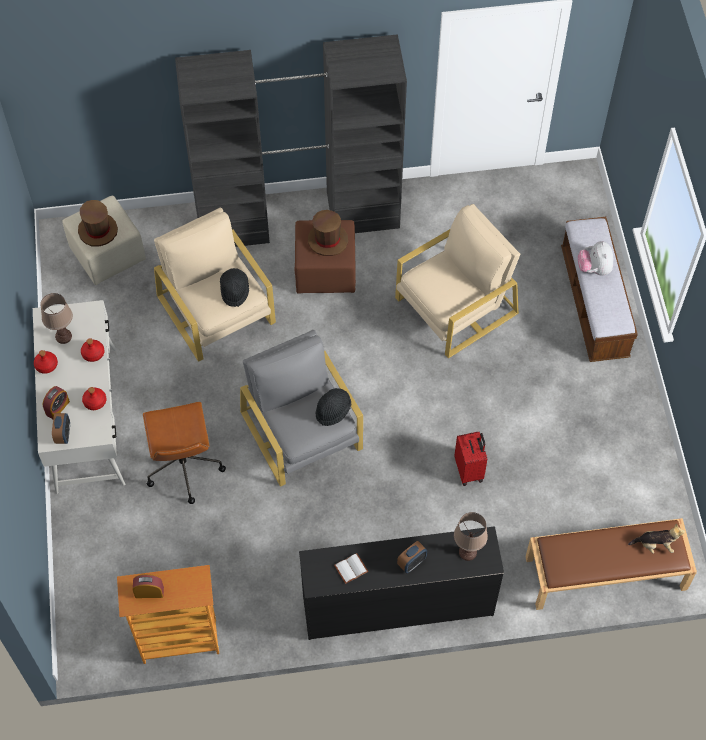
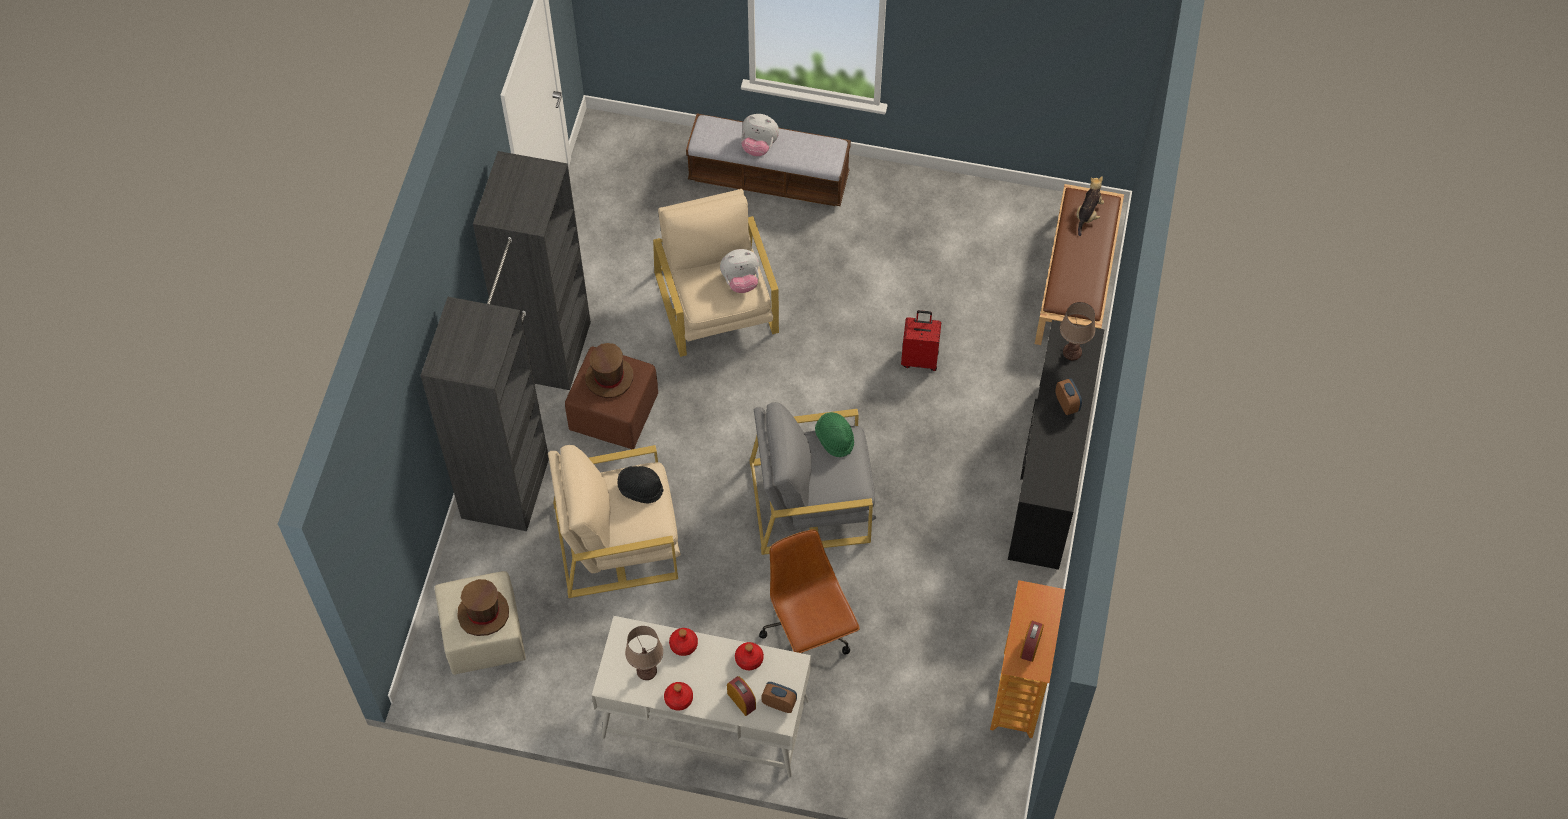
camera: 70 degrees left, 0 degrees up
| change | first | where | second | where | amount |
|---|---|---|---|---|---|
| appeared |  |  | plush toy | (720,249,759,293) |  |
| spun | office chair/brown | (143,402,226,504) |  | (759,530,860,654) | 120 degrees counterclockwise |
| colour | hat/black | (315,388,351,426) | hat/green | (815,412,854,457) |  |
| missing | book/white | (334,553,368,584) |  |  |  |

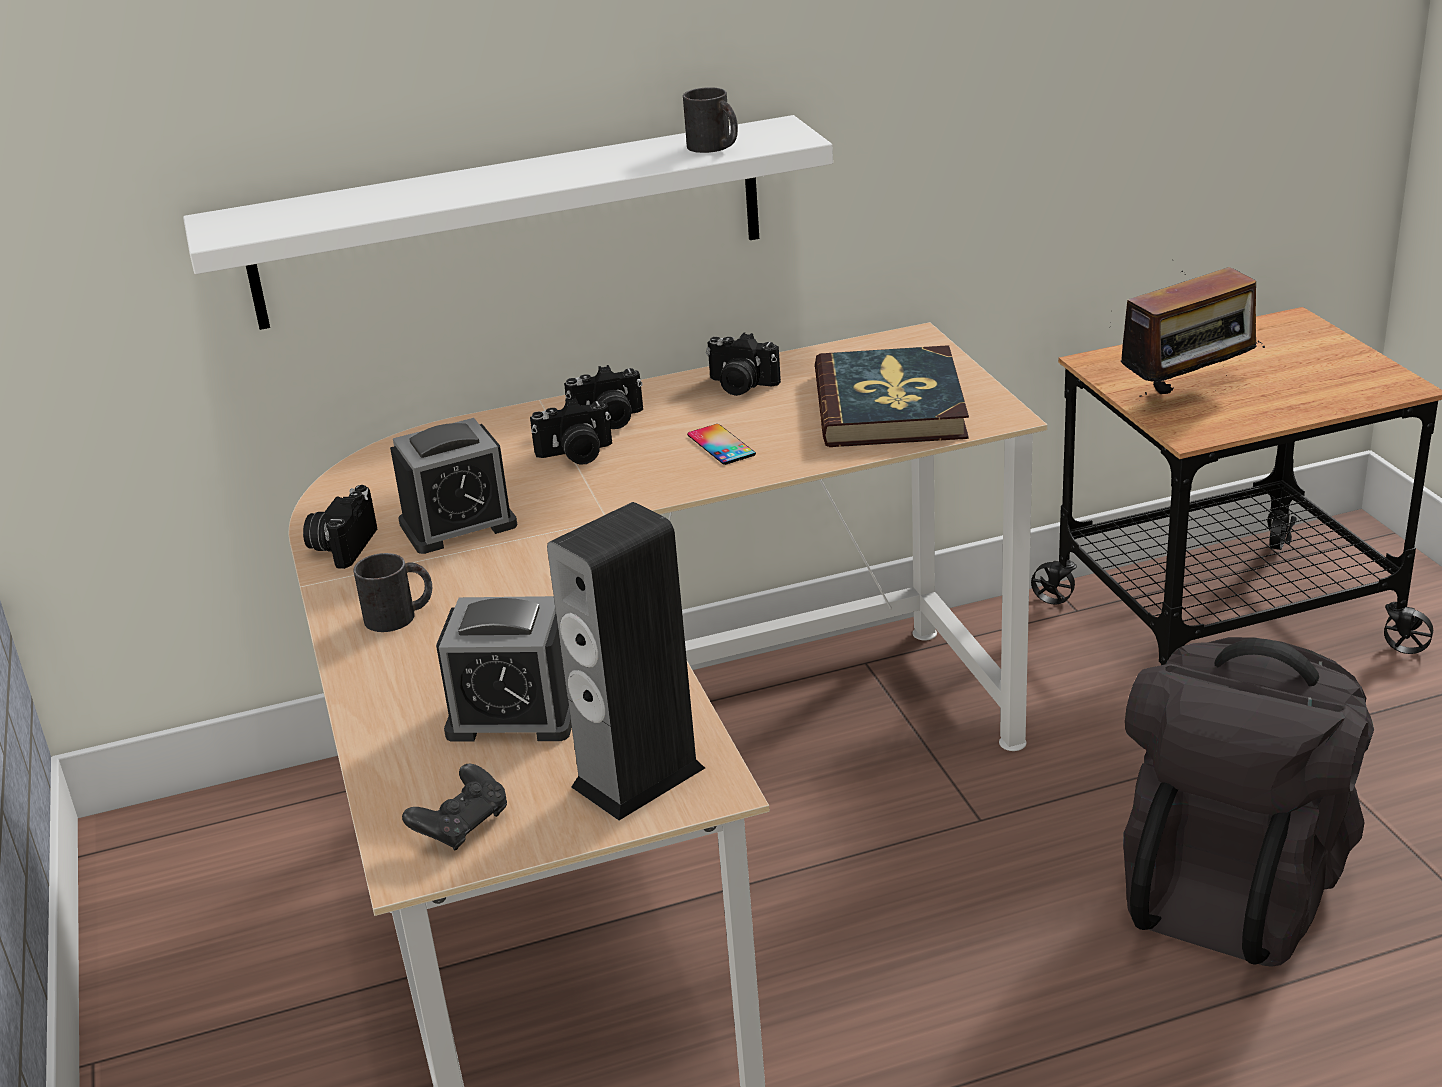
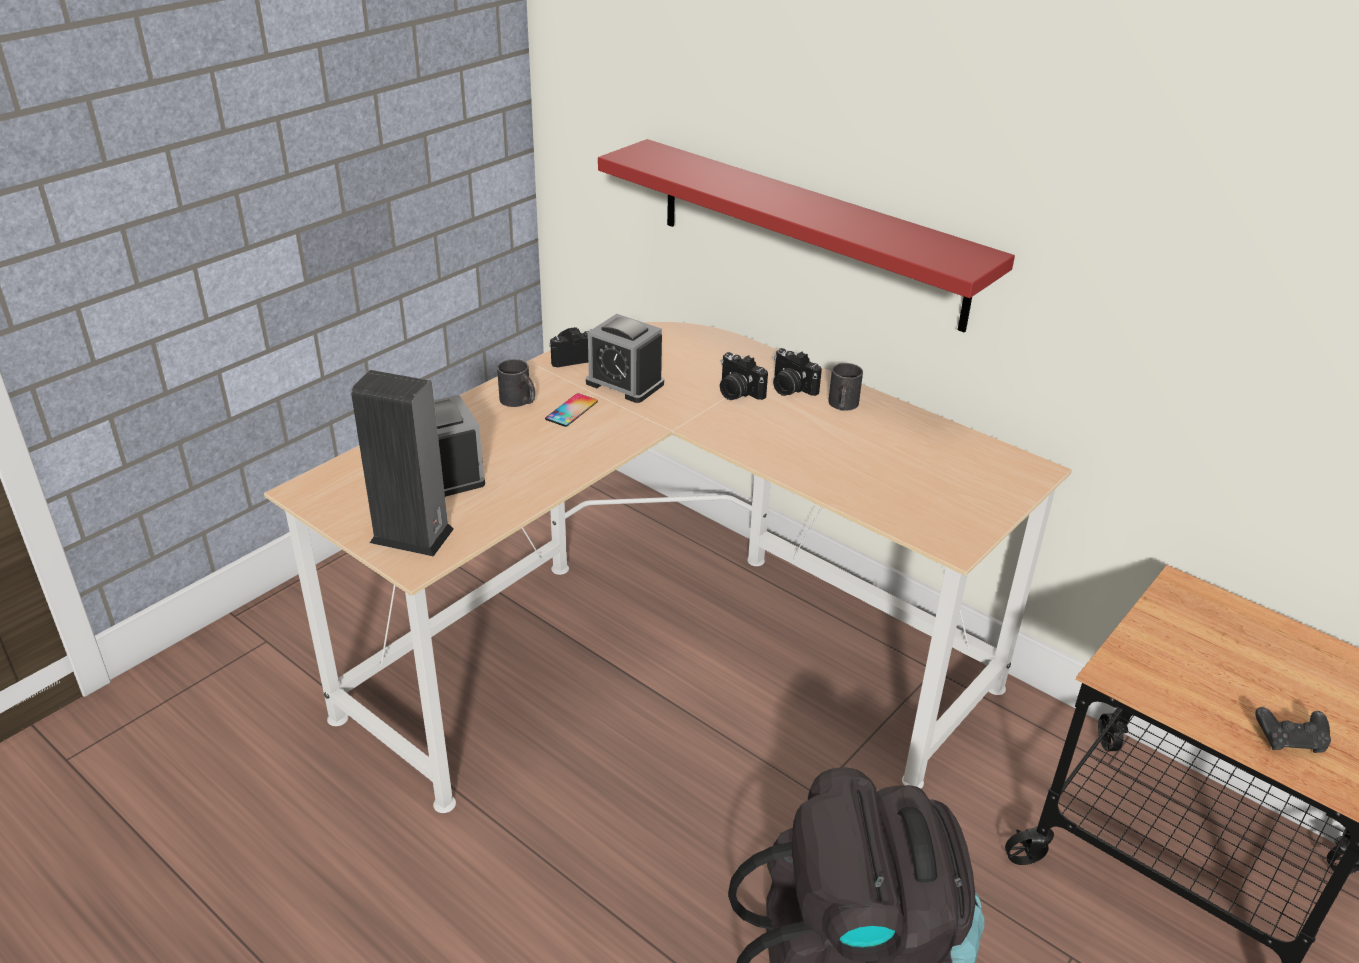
camera: 55 degrees right, 5 degrees up
| change | first | where | second | where | amount |
|---|---|---|---|---|---|
| relocated | phone | (687,424,756,465) |  | (545,393,598,427) |  |
| colour | shelf/white | (183,115,833,330) | shelf/red | (598,139,1015,333) |  |
| relocated | mug/black | (683,87,738,153) |  | (828,363,863,411) |  |
| relocated | game controller/black | (402,764,507,850) |  | (1255,707,1331,753) |  |
| missing | photo camera | (706,333,781,396) |  |  |  |
| missing | book | (815,345,969,447) |  |  |  |
| missing | radio | (1111,267,1265,397) |  |  |  |

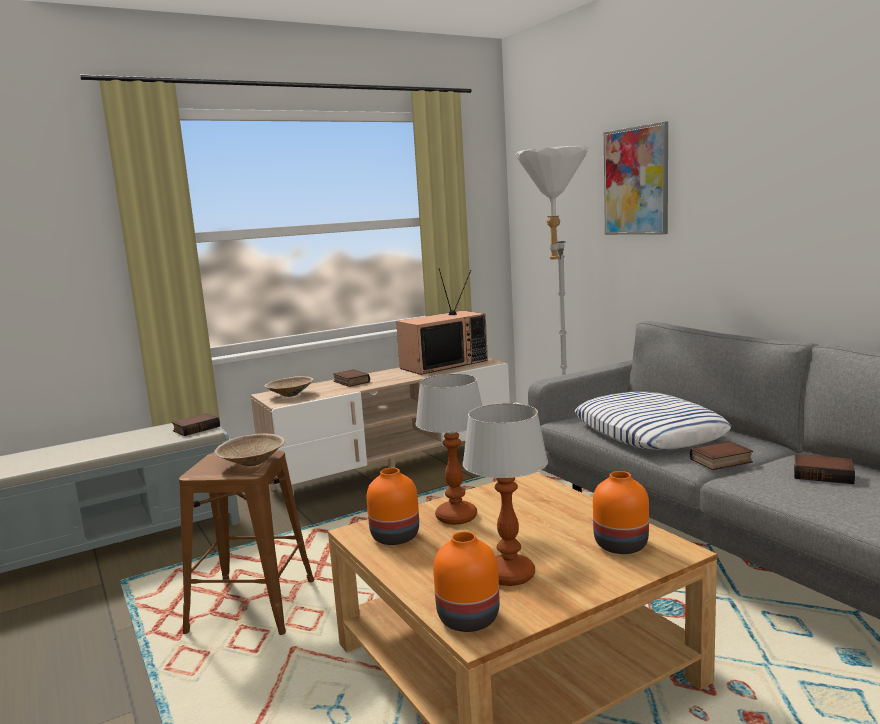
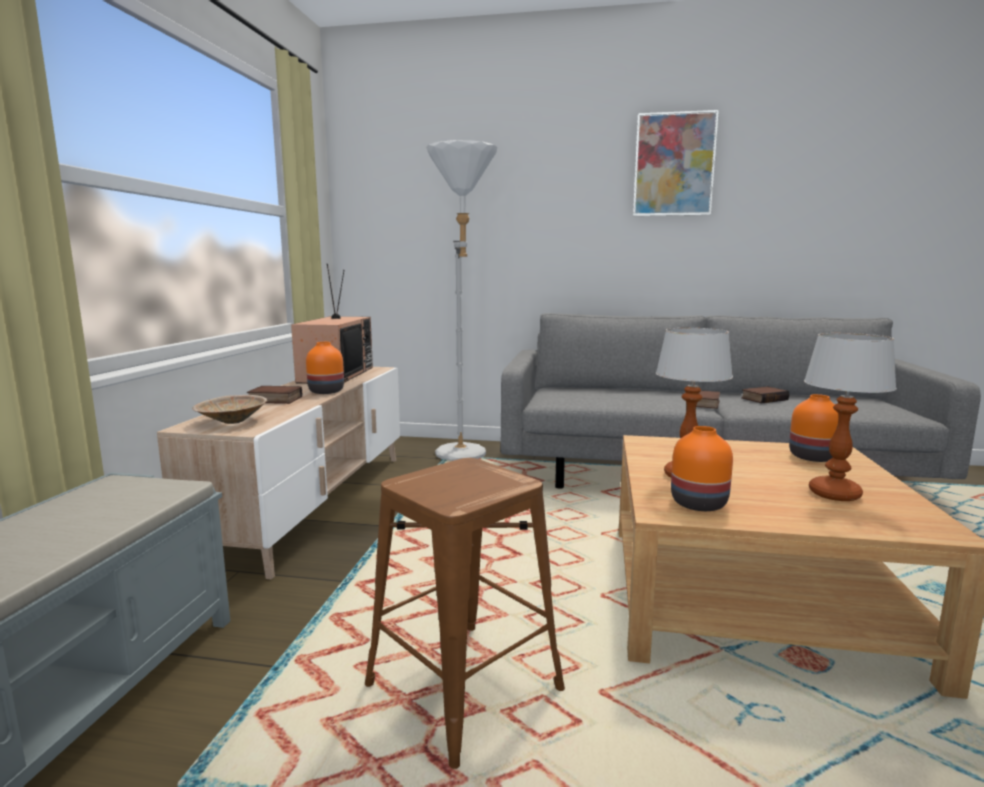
camera: 50 degrees left, 0 degrees up
| change | first | where | second | where | amount |
|---|---|---|---|---|---|
| relocated | vase/orange | (433,531,499,632) |  | (306,342,344,394) |  |
| relocated | picture | (604,121,668,235) |  | (633,110,719,216) |  |
| missing | book | (172,413,220,436) |  |  |  |
| missing | bowl/beige | (214,433,285,466) |  |  |  |
| missing | pillow | (575,392,731,450) |  |  |  |

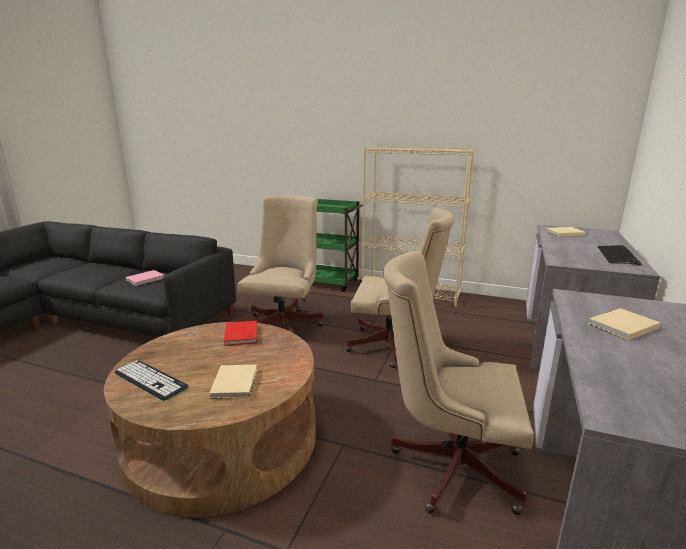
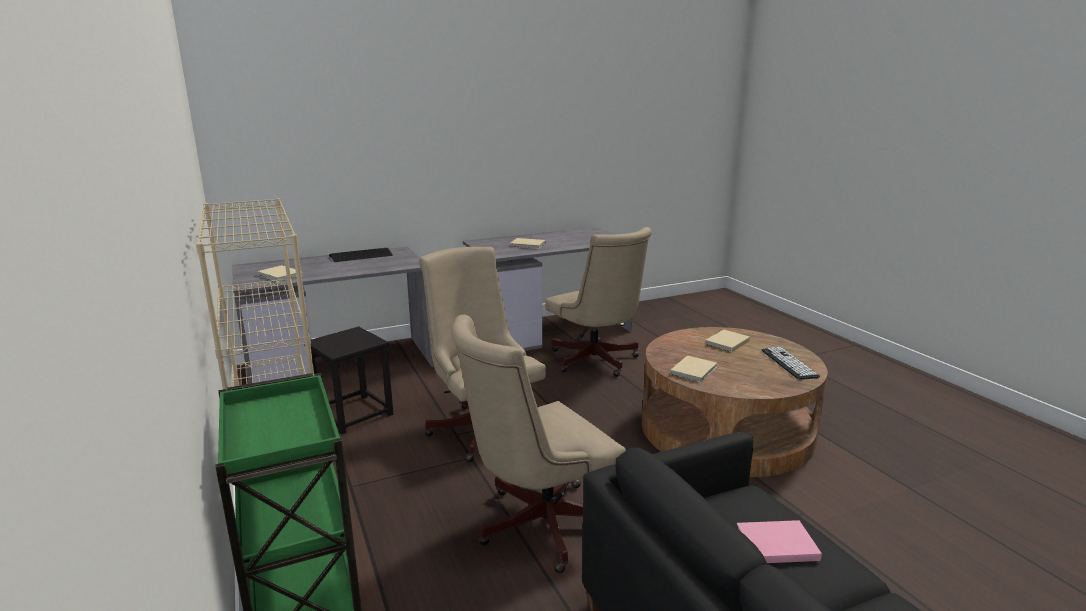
camera: 135 degrees left, 0 degrees up
| change | first | where | second | where | amount |
|---|---|---|---|---|---|
| appeared |  |  | stool/black | (304,327,393,435) |  |
| colour | book/red | (224,321,257,346) | book/beige | (670,355,717,383) |  |

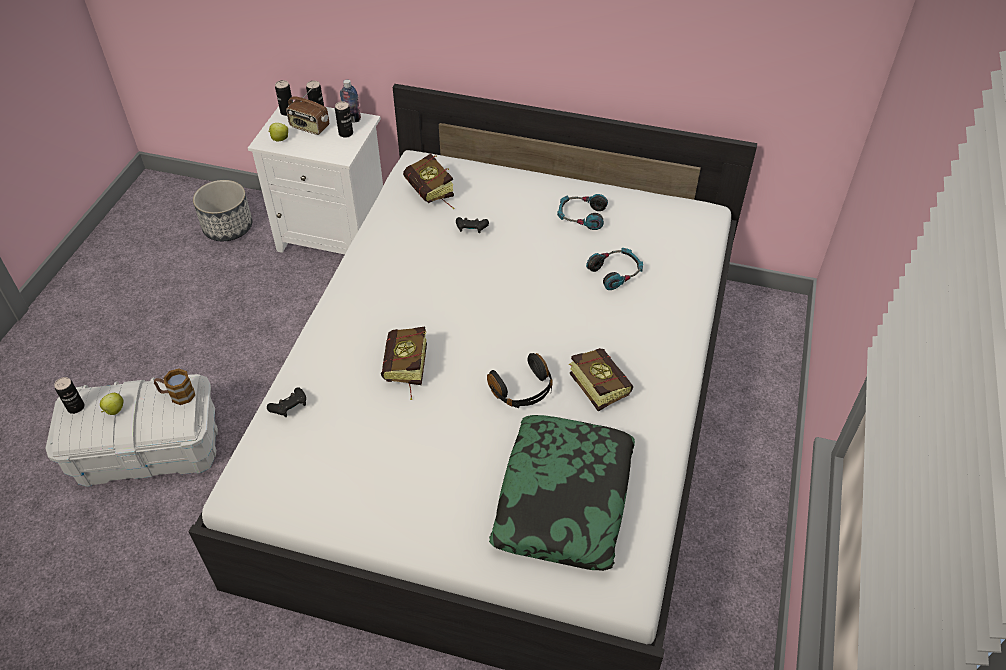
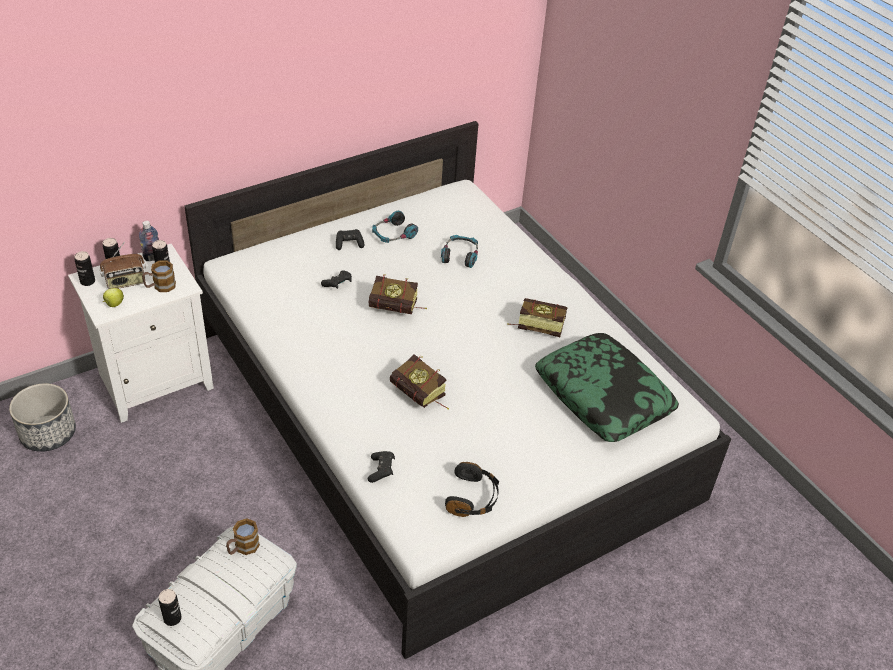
camera: 50 degrees left, 5 degrees down
| change | first | where | second | where | amount |
|---|---|---|---|---|---|
| appeared |  |  | mug | (142,261,176,292) |  |
| appeared |  |  | game controller/black | (336,229,365,250) |  |
| relocated | book | (403,154,454,209) |  | (369,274,427,314) |  |
| relocated | headphones/black | (487,353,552,408) |  | (445,462,499,517) |  |
| missing | apple | (100,393,123,415) |  |  |  |

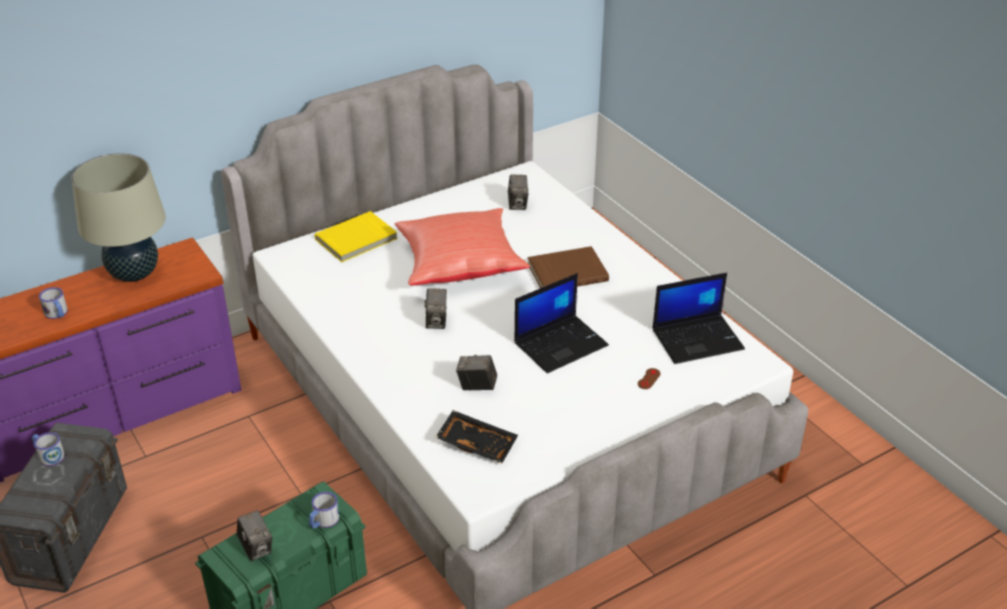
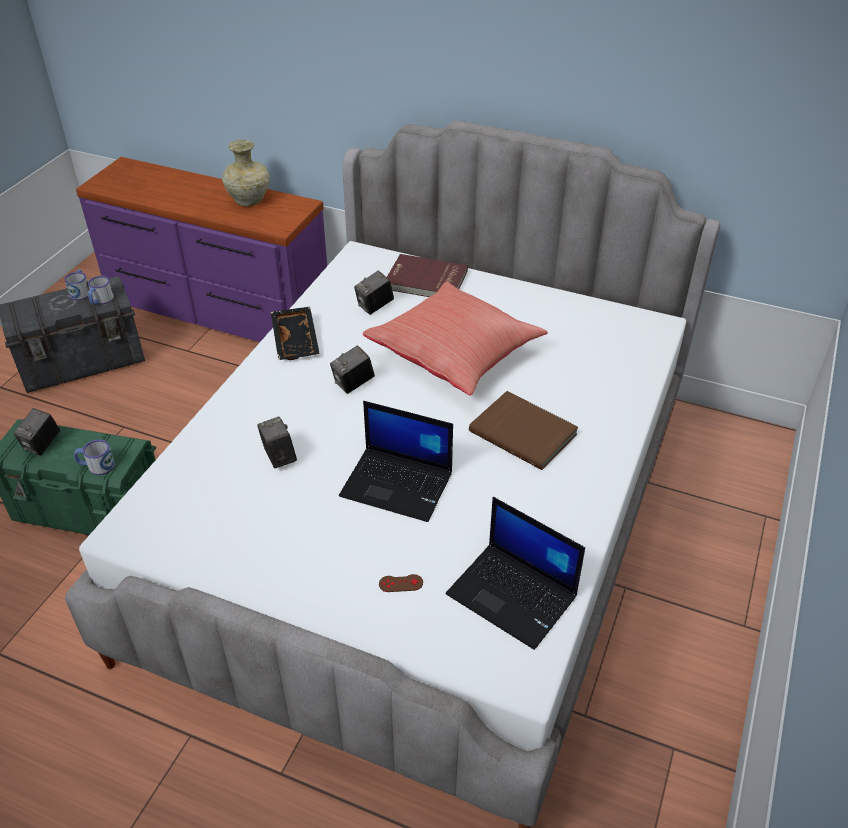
camera: 55 degrees right, 5 degrees up
| change | first | where | second | where | amount |
|---|---|---|---|---|---|
| relocated | mug | (39,287,68,319) |  | (88,276,114,305) |  |
| exchanged | table lamp/beige | (71,153,166,282) | vase/beige | (222,139,269,206) |  |
| relocated | tray/black | (435,410,518,464) |  | (271,307,320,360) |  |
| relocated | photo camera | (508,175,528,210) |  | (354,271,394,315) |  |
| colour | book/yellow | (315,211,398,262) | book/red | (387,254,468,297) |  |

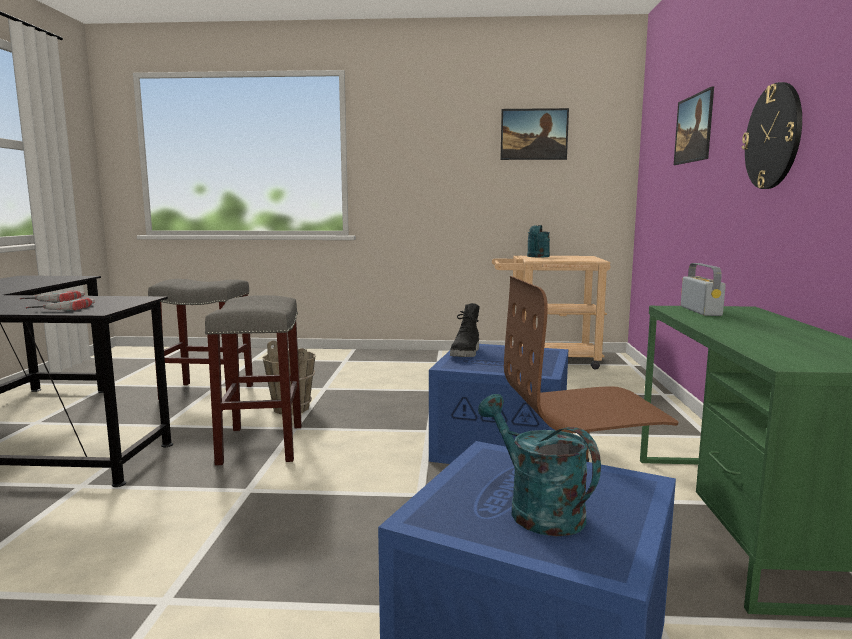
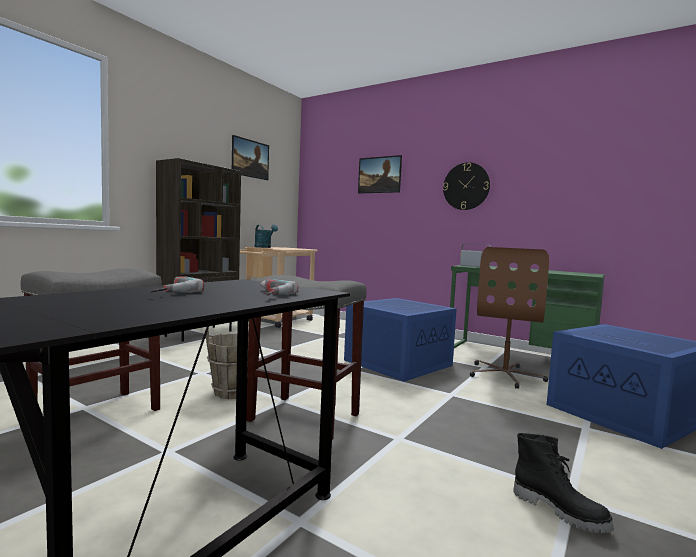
camera: 60 degrees left, 5 degrees down
| change | first | where | second | where | amount |
|---|---|---|---|---|---|
| appeared |  |  | bookcase/brown | (156,158,241,341) |  |
| relocated | boot/black | (450,303,480,357) |  | (513,433,614,533) |  |
| missing | watering can/turquoise | (478,394,601,536) |  |  |  |

